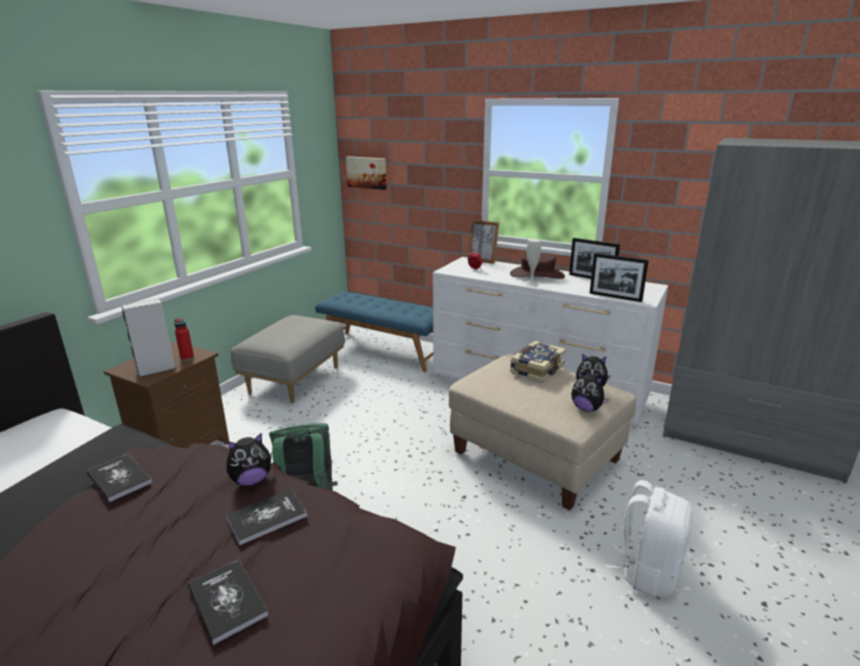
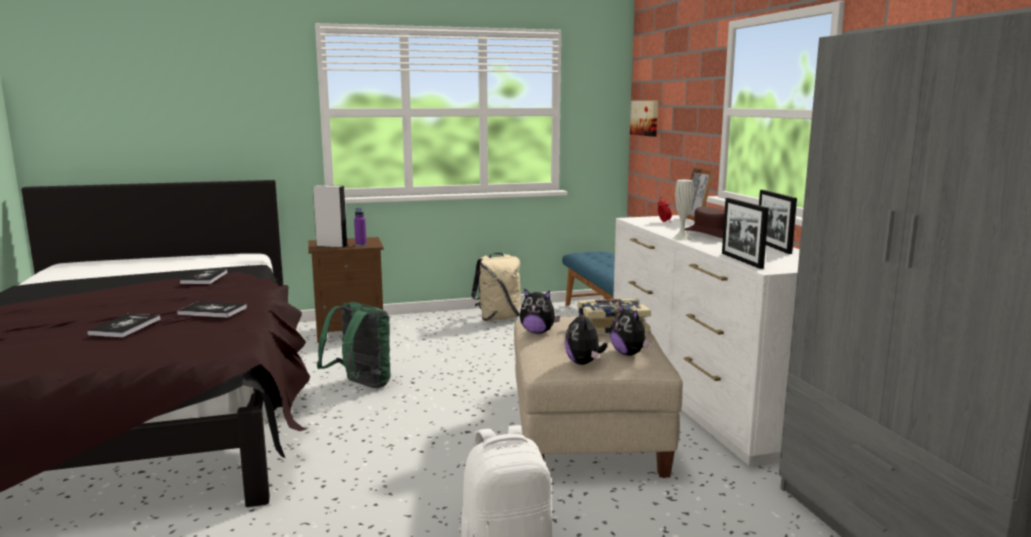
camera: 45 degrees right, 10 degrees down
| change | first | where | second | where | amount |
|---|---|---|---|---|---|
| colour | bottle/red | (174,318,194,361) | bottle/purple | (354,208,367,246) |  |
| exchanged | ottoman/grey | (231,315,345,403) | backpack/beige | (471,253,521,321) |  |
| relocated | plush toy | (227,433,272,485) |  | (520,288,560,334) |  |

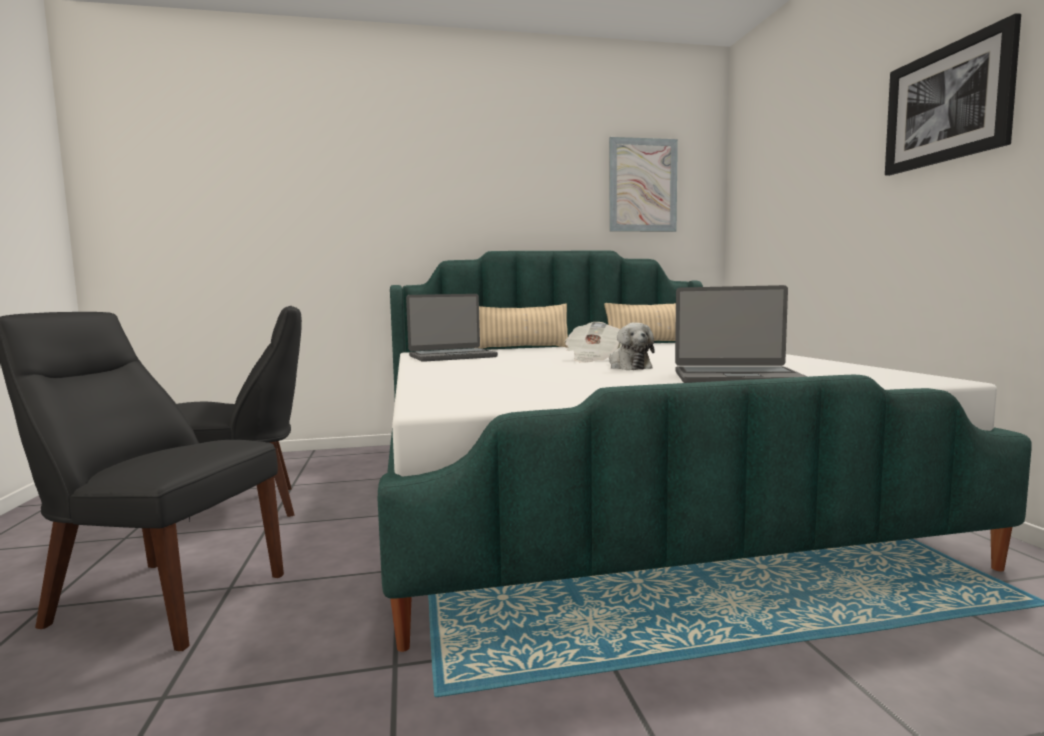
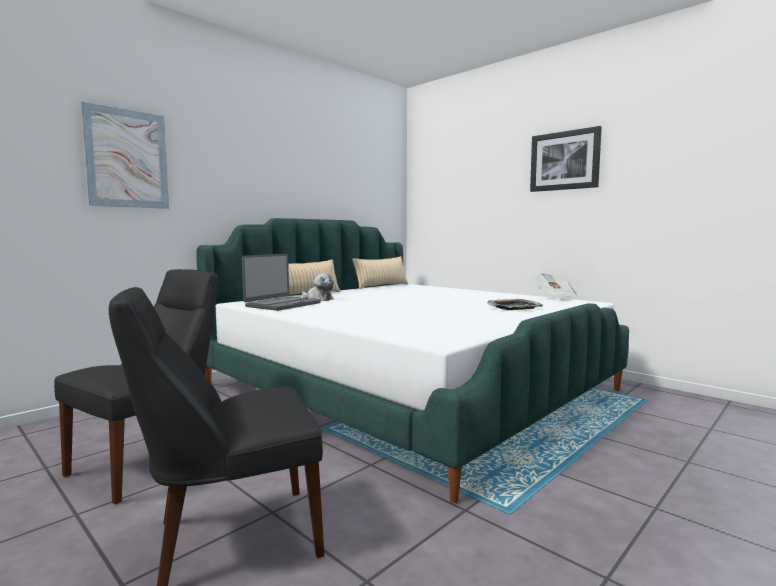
camera: 35 degrees left, 0 degrees up
| change | first | where | second | where | amount |
|---|---|---|---|---|---|
| relocated | picture | (609,137,678,232) |  | (80,102,169,209) |  |
| relocated | plush toy | (609,323,655,370) |  | (302,273,334,301) |  |
| exchanged | laptop | (675,285,808,383) | tray | (487,299,543,310) |  |
| relocated | newspaper | (565,322,622,363) |  | (535,273,579,302) |  |

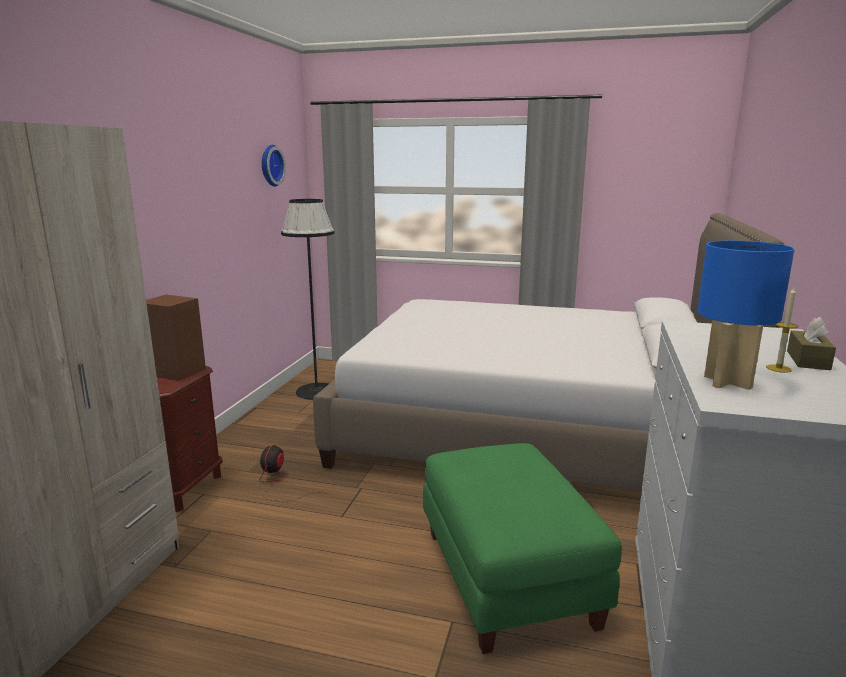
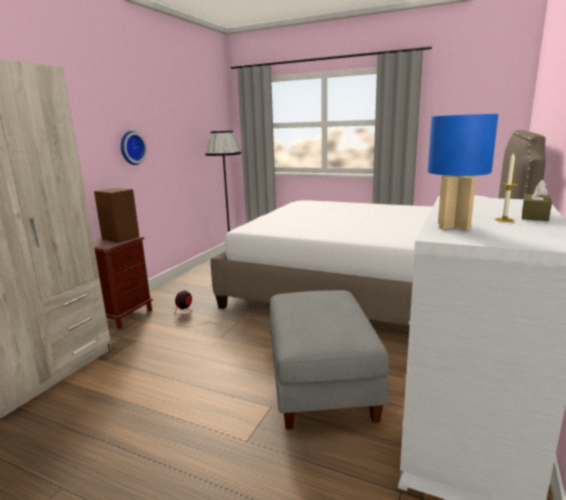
camera: 10 degrees right, 0 degrees up
| change | first | where | second | where | amount |
|---|---|---|---|---|---|
| relocated | wall clock | (262,145,286,187) |  | (121,131,147,165) |  |
| colour | ottoman/green | (423,443,622,654) | ottoman/grey | (270,290,389,429) |  |

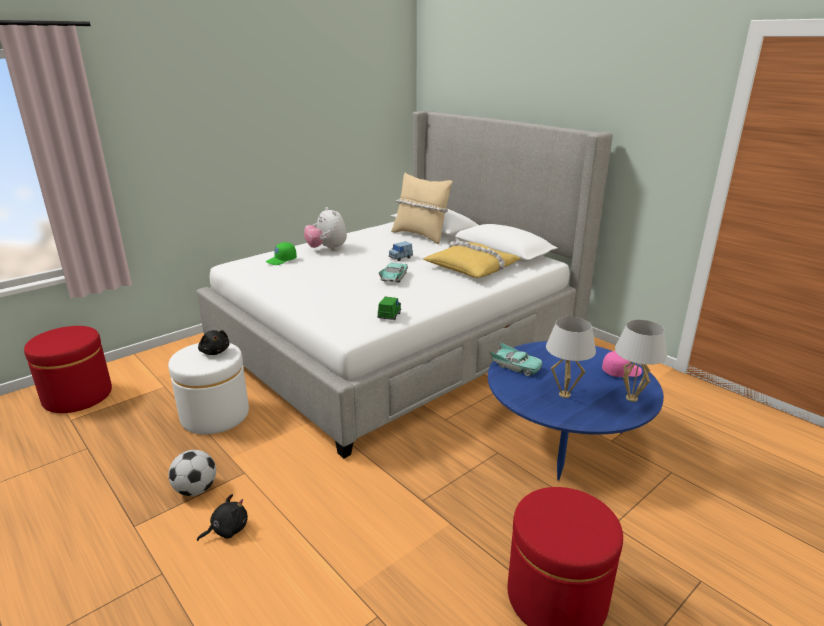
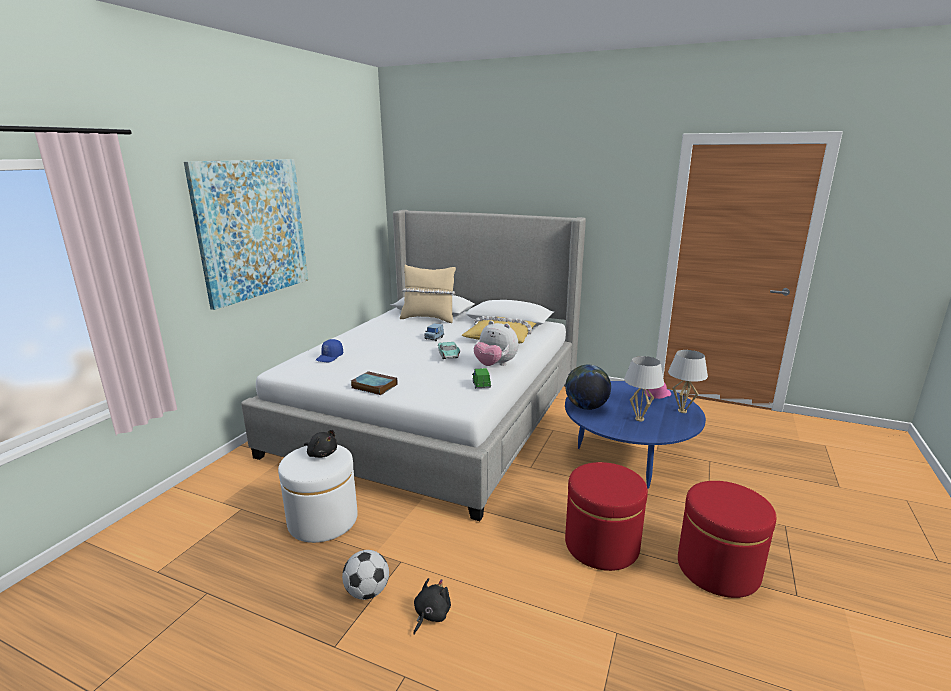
camera: 25 degrees left, 5 degrees down
| change | first | where | second | where | amount |
|---|---|---|---|---|---|
| appeared |  |  | picture | (184,159,308,310) |  |
| colour | cap/green | (266,242,297,265) | cap/blue | (316,339,343,362) |  |
| appeared |  |  | book | (351,371,397,395) |  |
| relocated | plush toy | (304,207,347,251) |  | (474,321,518,366) |  |
| exchanged | toy car/turquoise | (489,342,542,376) | globe | (565,365,611,410) |  |
| relocated | ottoman/red | (24,326,112,413) |  | (565,462,648,571) |  |

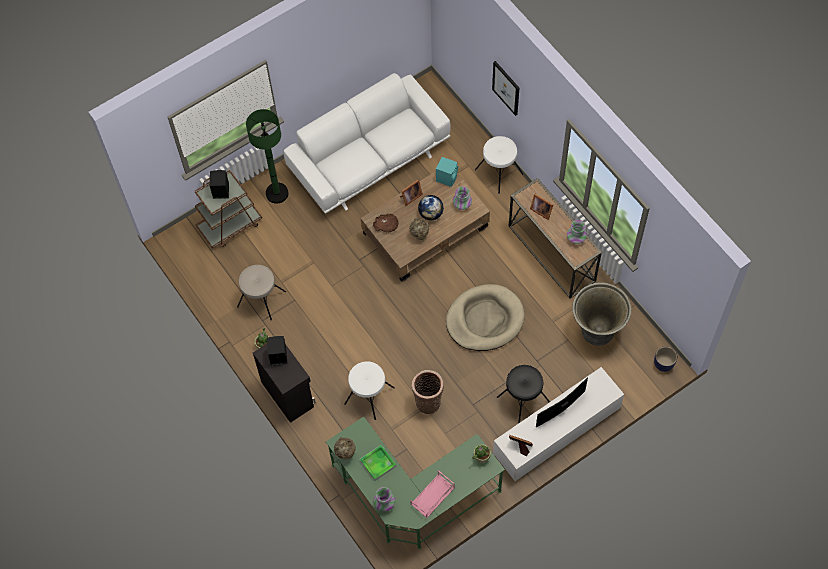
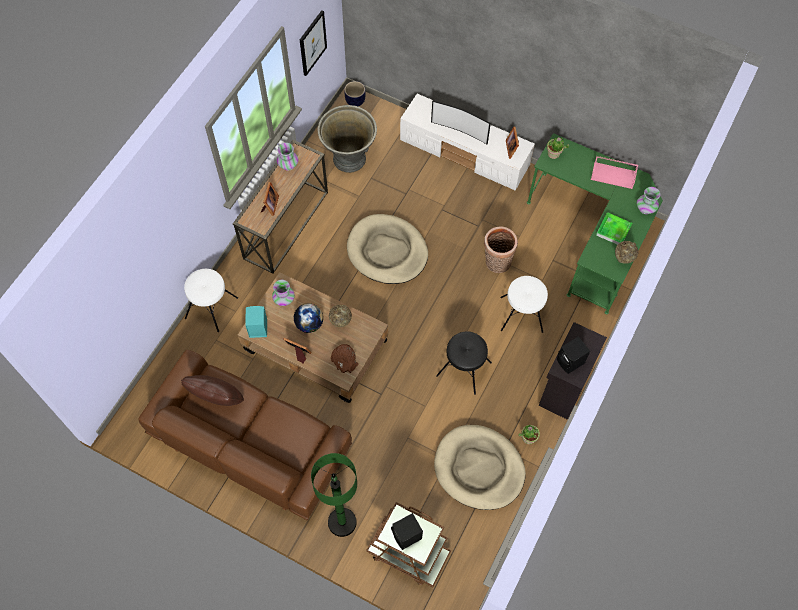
camera: 120 degrees left, 0 degrees up
| change | first | where | second | where | amount |
|---|---|---|---|---|---|
| colour | sofa/white | (284,73,451,214) | sofa/brown | (138,350,352,520) |  |
| appeared |  |  | pillow/brown | (181,375,244,406) |  |
| relocated | picture | (492,61,519,116) |  | (300,10,327,76) |  |
| exchanged | stool/beige | (237,265,286,320) | dog bed/beige | (434,425,526,510) |  |
| relocated | stool/black | (497,365,550,424) |  | (436,331,492,395) |  |

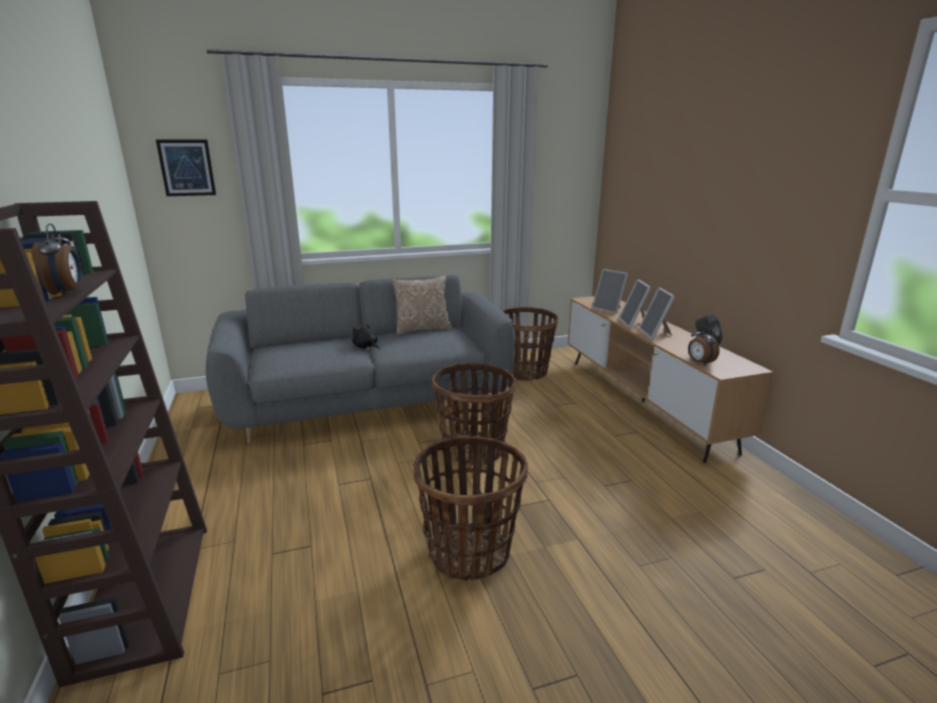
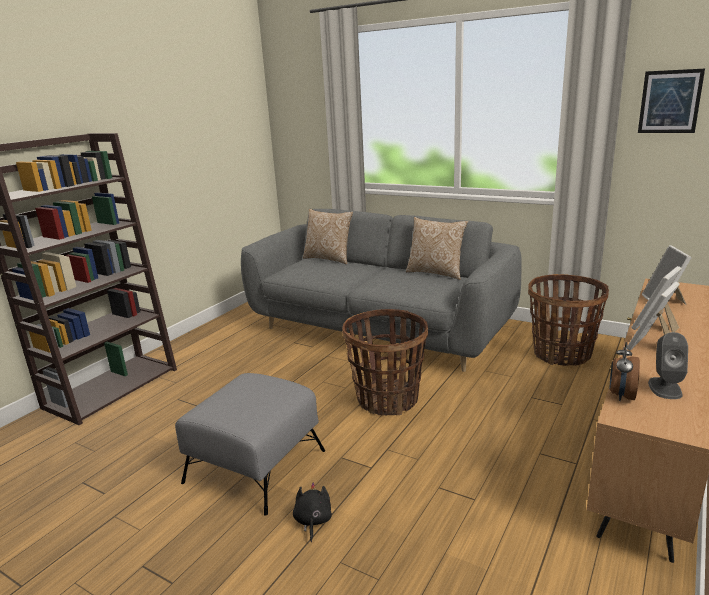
camera: 50 degrees right, 0 degrees up
| change | first | where | second | where | amount |
|---|---|---|---|---|---|
| exchanged | basket | (413,436,528,581) | ottoman/grey | (175,373,325,516) |  |
| relocated | plush toy/black | (352,323,380,350) |  | (293,483,332,542) |  |
| appeared |  |  | pillow | (303,209,353,264) |  |
| relocated | picture | (156,140,216,196) |  | (638,69,705,133) |  |
| missing | alarm clock | (31,224,81,297) |  |  |  |

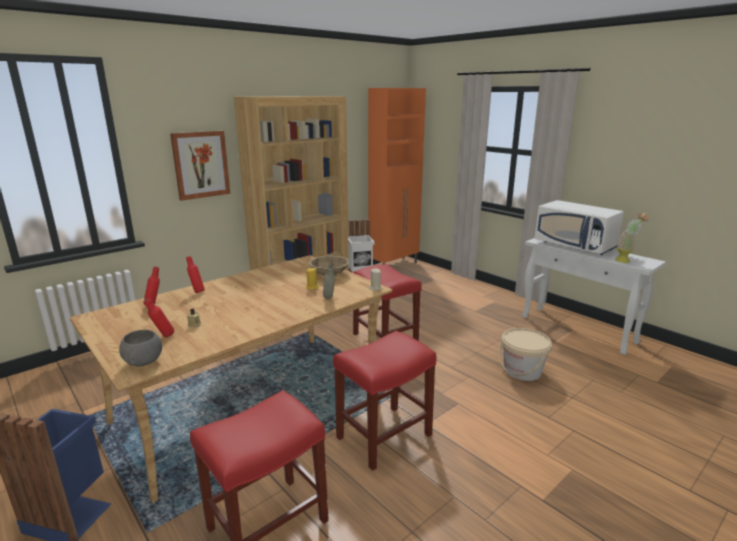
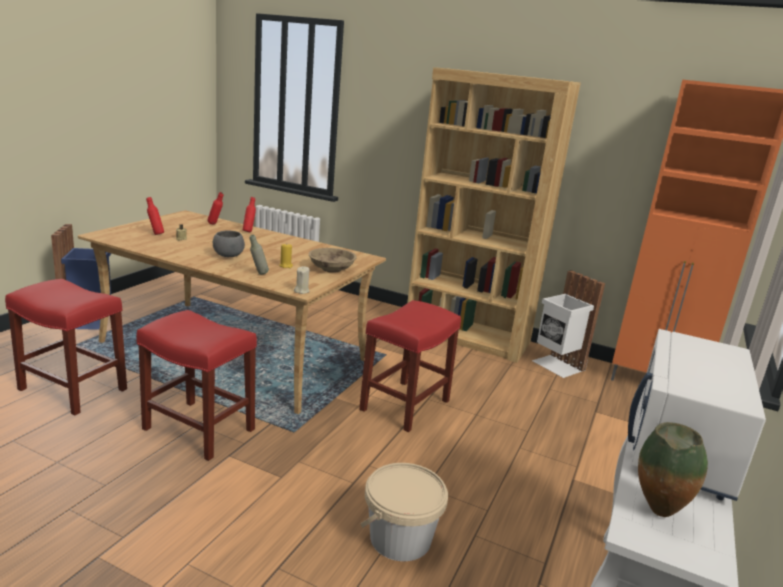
camera: 65 degrees right, 0 degrees up
| change | first | where | second | where | amount |
|---|---|---|---|---|---|
| relocated | bowl/grey | (119,330,162,366) |  | (213,230,245,257) |  |
| exchanged | potted plant | (615,213,649,263) | vase | (638,422,708,517) |  |
| missing | picture | (170,131,231,201) |  |  |  |

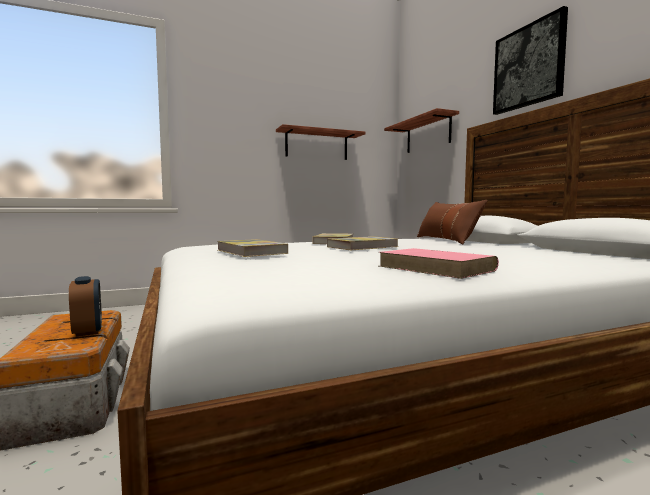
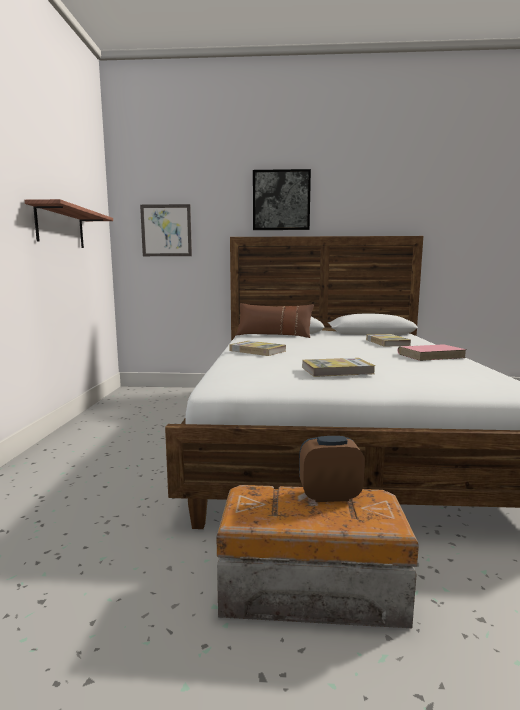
camera: 65 degrees left, 5 degrees up
| change | first | where | second | where | amount |
|---|---|---|---|---|---|
| exchanged | shelf | (384,108,459,153) | picture | (140,204,192,256) |  |
| relocated | book | (327,236,398,250) |  | (366,334,411,347) |  |

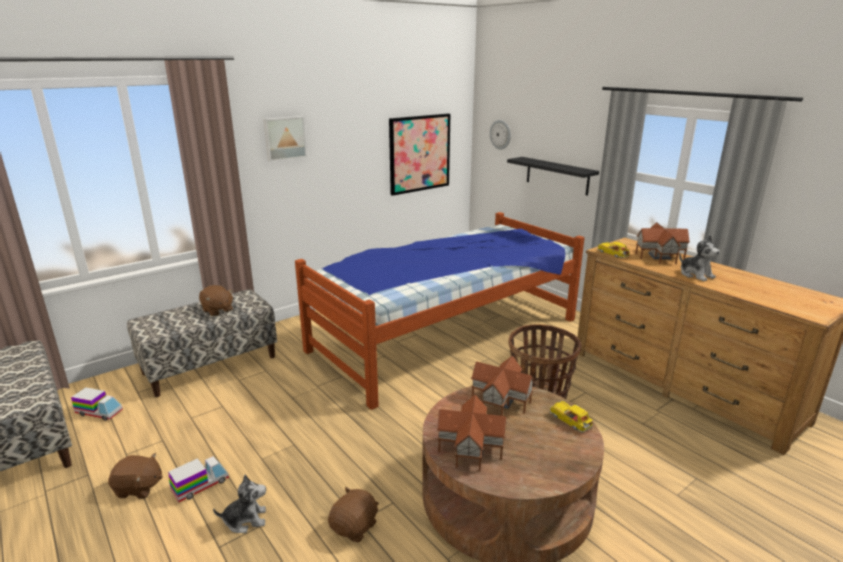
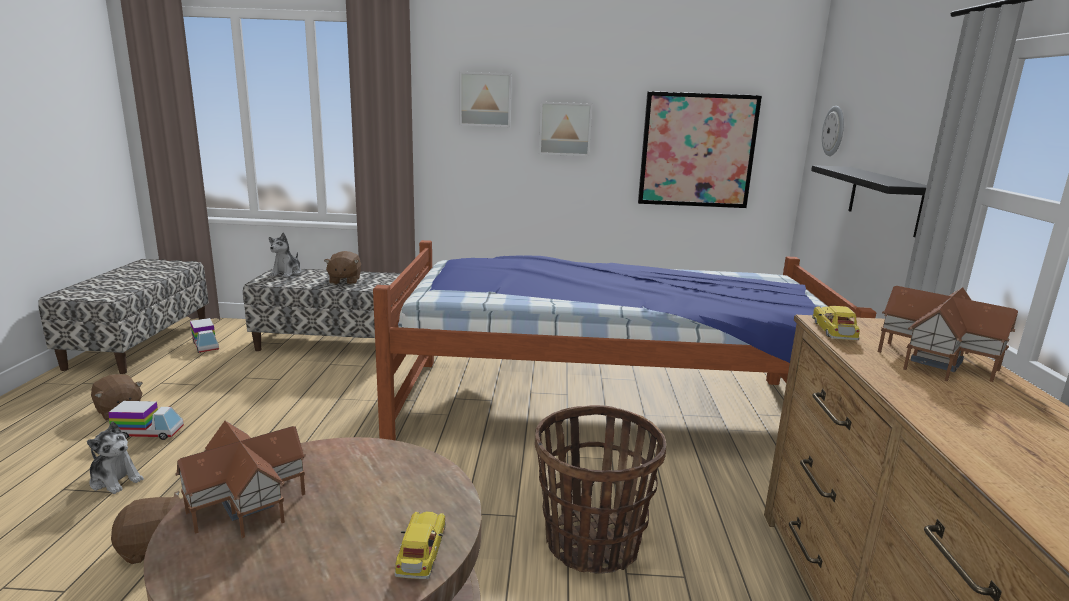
camera: 40 degrees right, 5 degrees down
| change | first | where | second | where | amount |
|---|---|---|---|---|---|
| relocated | plush toy | (679,235,720,281) |  | (269,233,301,278) |  |
| appeared |  |  | picture | (539,102,592,156) |  |
| missing | toy house | (471,356,535,416) |  |  |  |

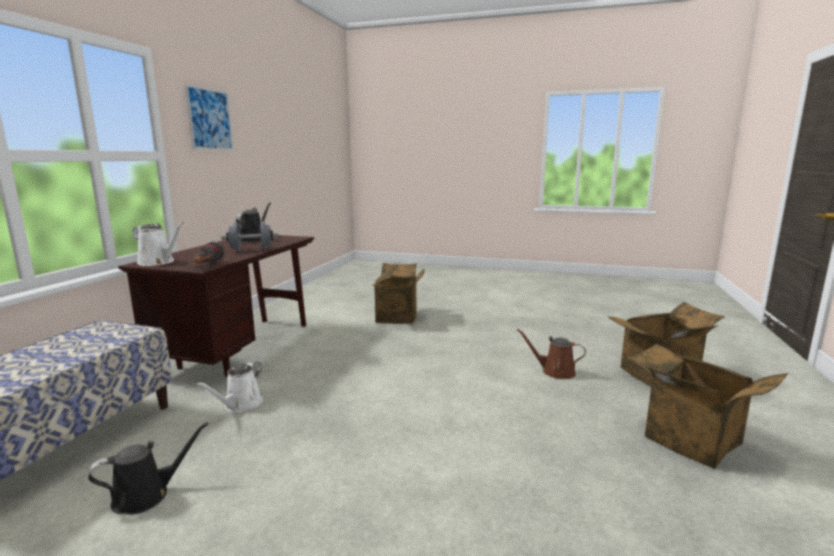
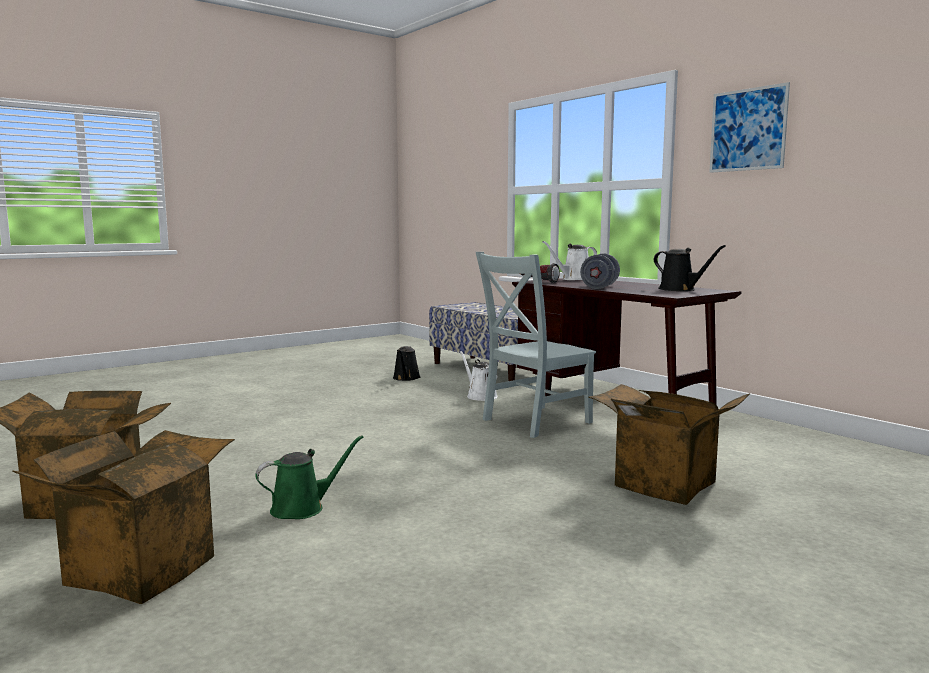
camera: 125 degrees right, 5 degrees down
| change | first | where | second | where | amount |
|---|---|---|---|---|---|
| colour | watering can/brown | (517,329,586,379) | watering can/green | (255,435,364,519) |  |
| appeared |  |  | chair/grey | (476,252,596,438) |  |

